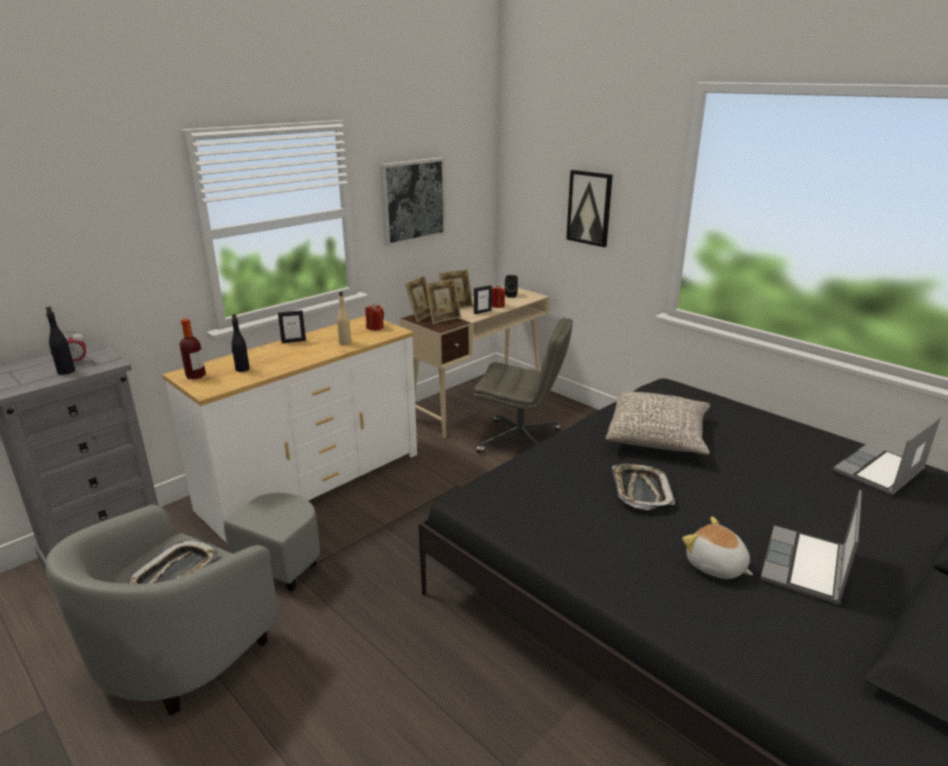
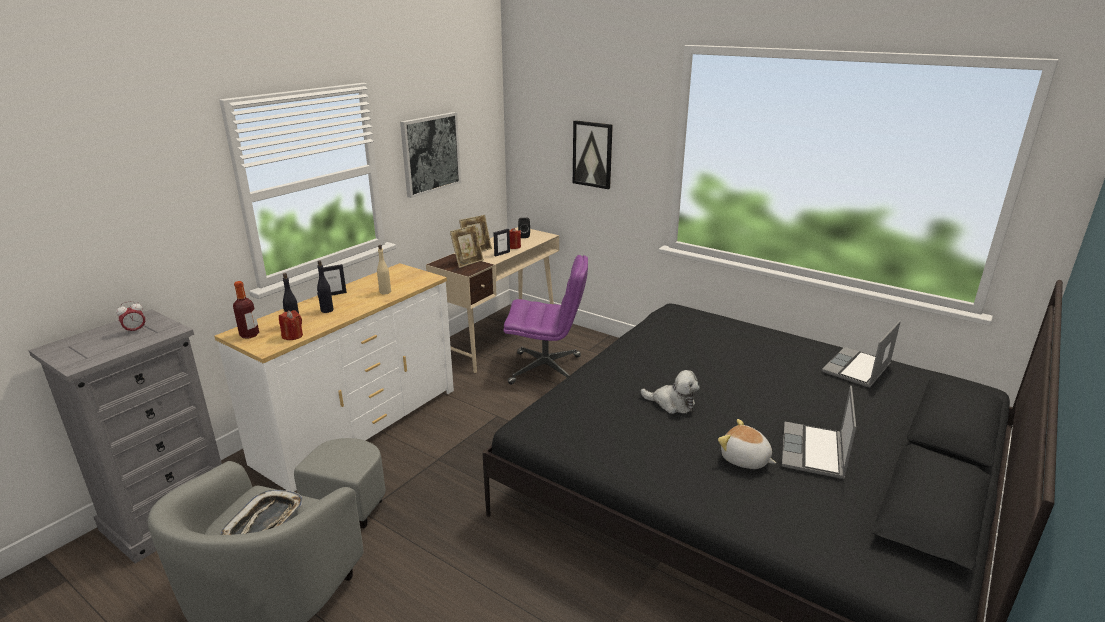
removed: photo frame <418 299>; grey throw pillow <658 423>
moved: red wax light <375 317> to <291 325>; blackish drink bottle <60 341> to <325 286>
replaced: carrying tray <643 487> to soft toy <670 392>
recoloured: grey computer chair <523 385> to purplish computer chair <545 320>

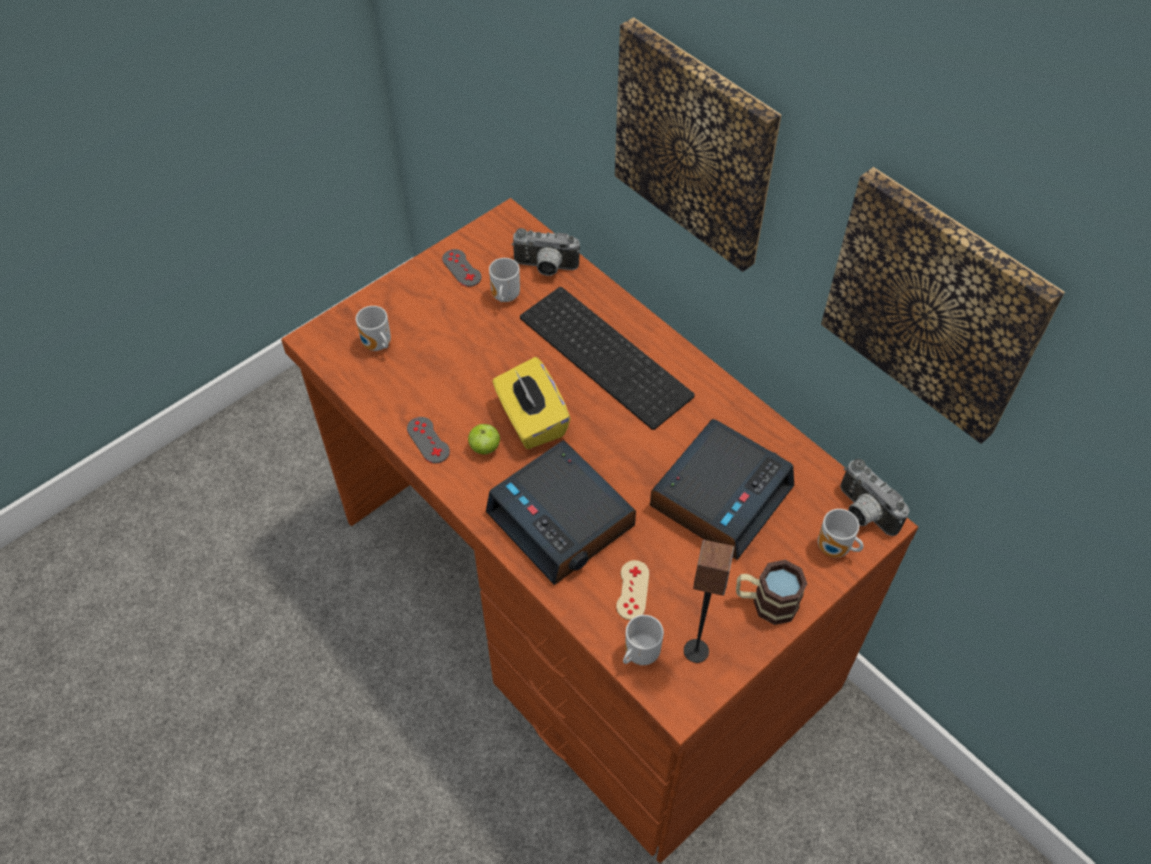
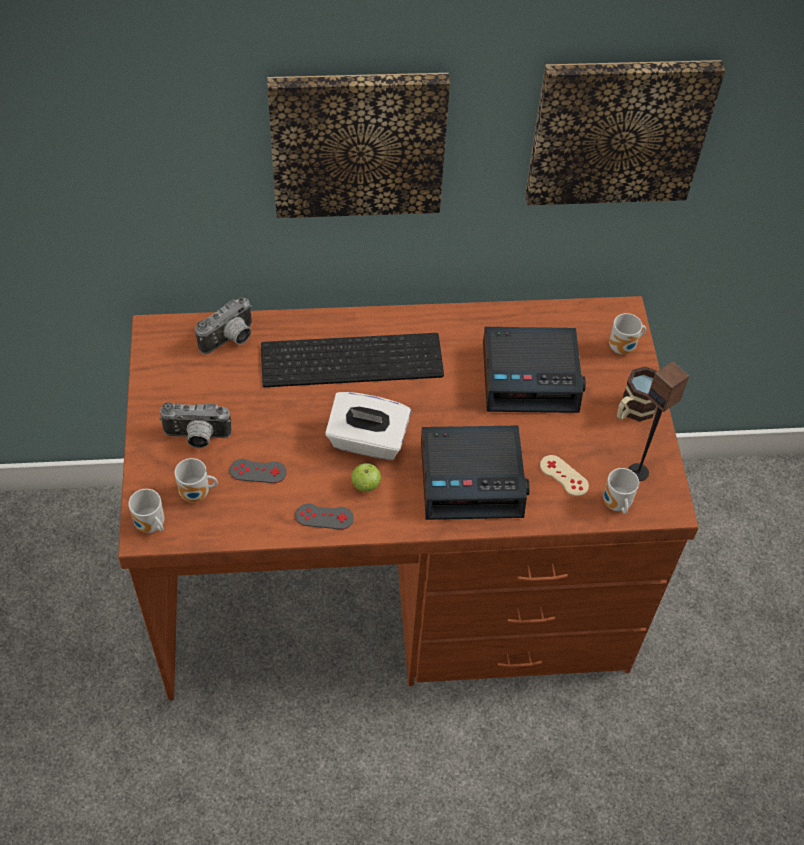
moved: tea mug <504 280> to <146 511>; still camera <875 497> to <195 425>; grey gamepad <462 268> to <258 471>
recoloured: yellow tissue box <531 403> to whitish tissue box <368 426>
turned: alarm clock <722 489> = <534 370> 105 degrees clockwise

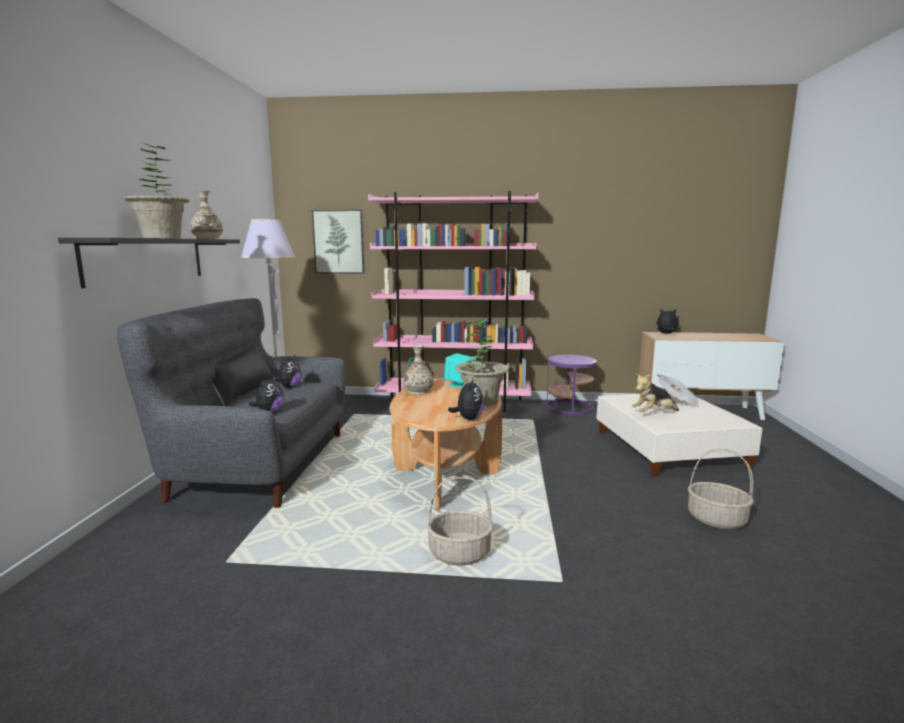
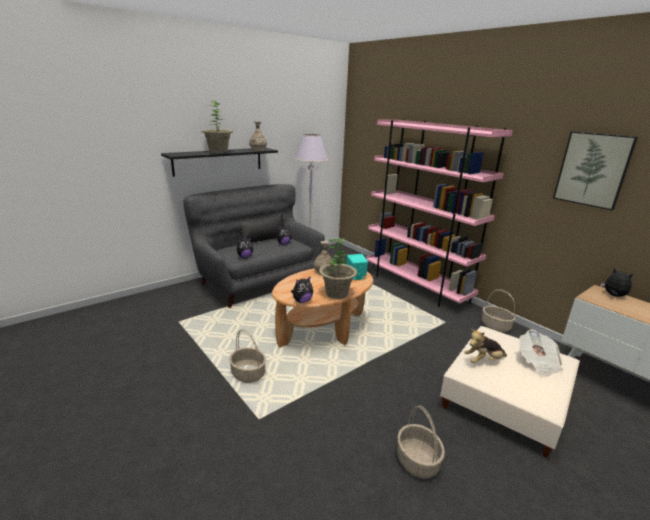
moved: wall picture <338 241> to <595 170>
replaced: purplish accent table <571 385> to household basket <498 310>
turned: soft toy <655 393> = <485 346> 45 degrees counterclockwise

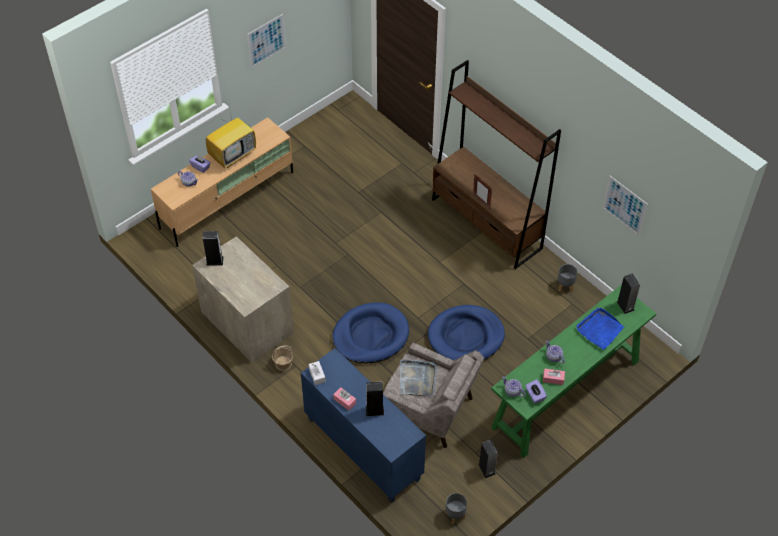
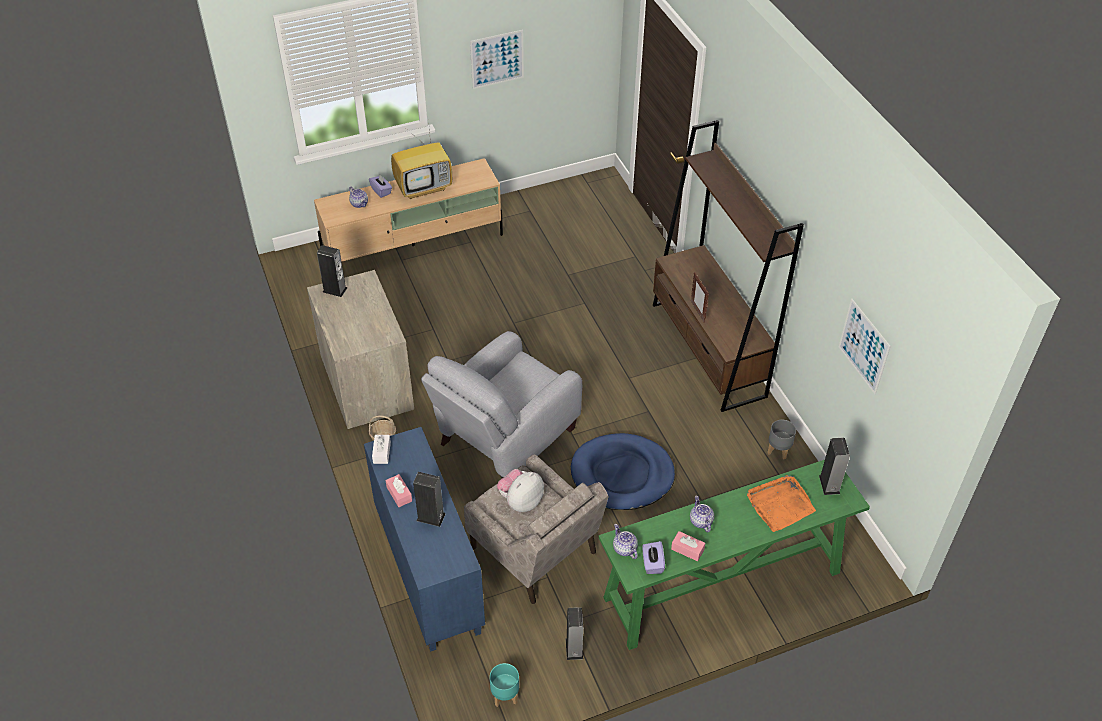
replaced: bluish dog bed <371 333> to grey easy chair <501 404>; grey carrying tray <418 377> to soft toy <520 490>
recoloured: grey planter <456 509> to turquoise-coloured planter <504 685>; bluish carrying tray <600 328> to orange-coloured carrying tray <781 503>

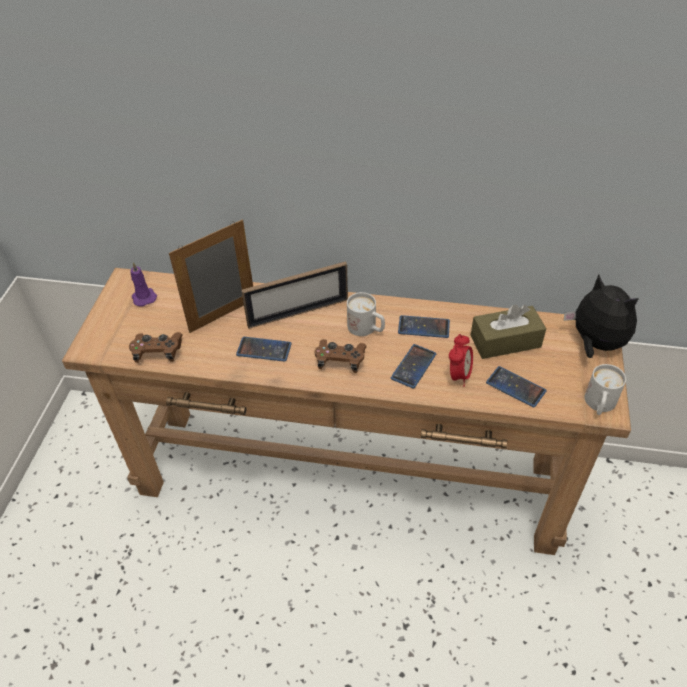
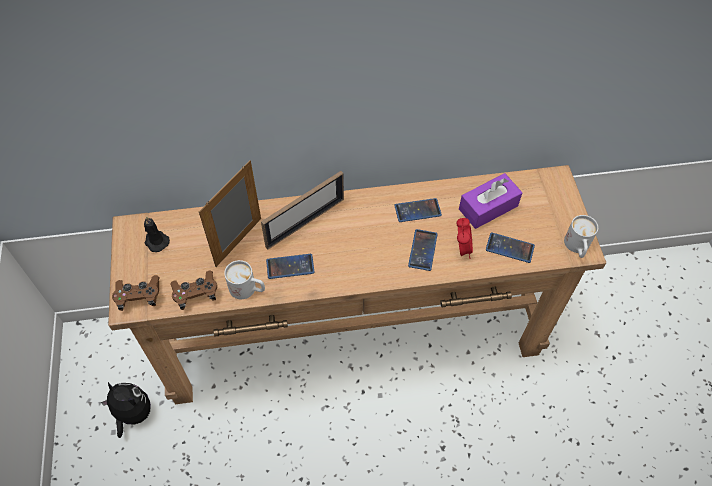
moved: soft toy <601 316> to <125 410>; brown-coloured gamepad <341 356> to <136 293>; whitish tea mug <366 314> to <244 279>
recoloured: purplish wax light <143 284> to blackish wax light <157 234>; brown-coloured tissue box <508 332> to purplish tissue box <491 201>

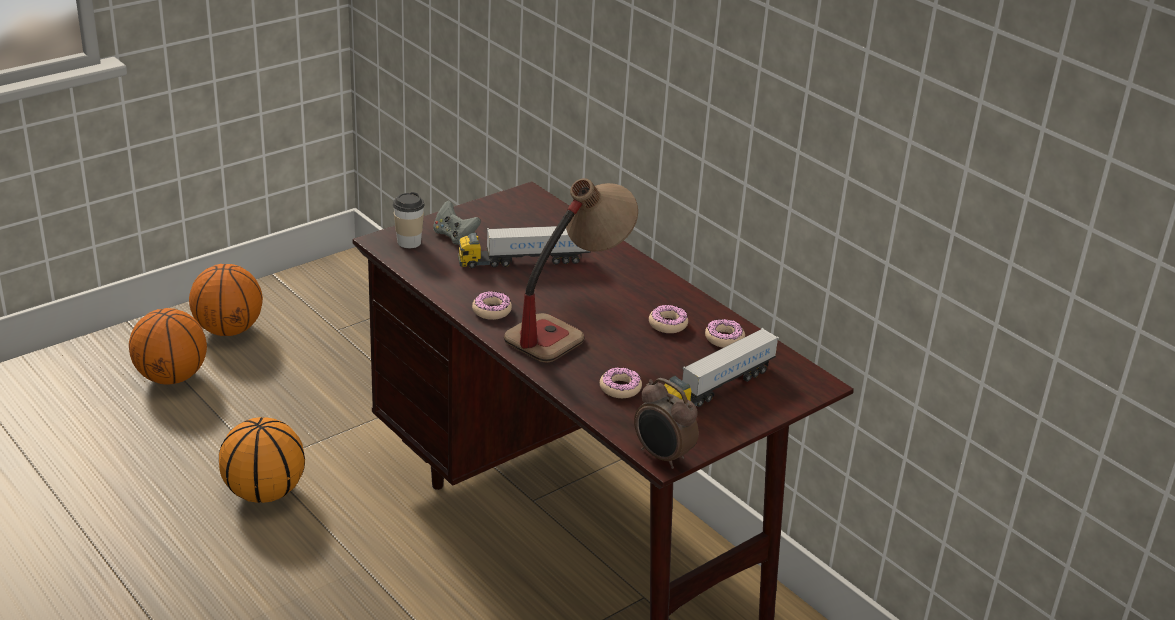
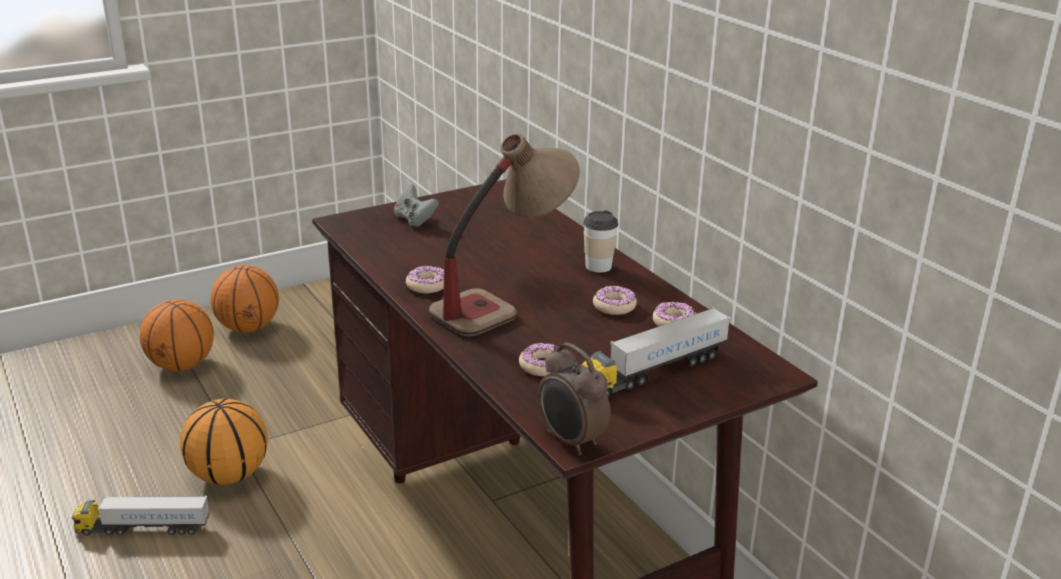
moved: toy truck <524 247> to <141 516>; cup <409 220> to <600 241>

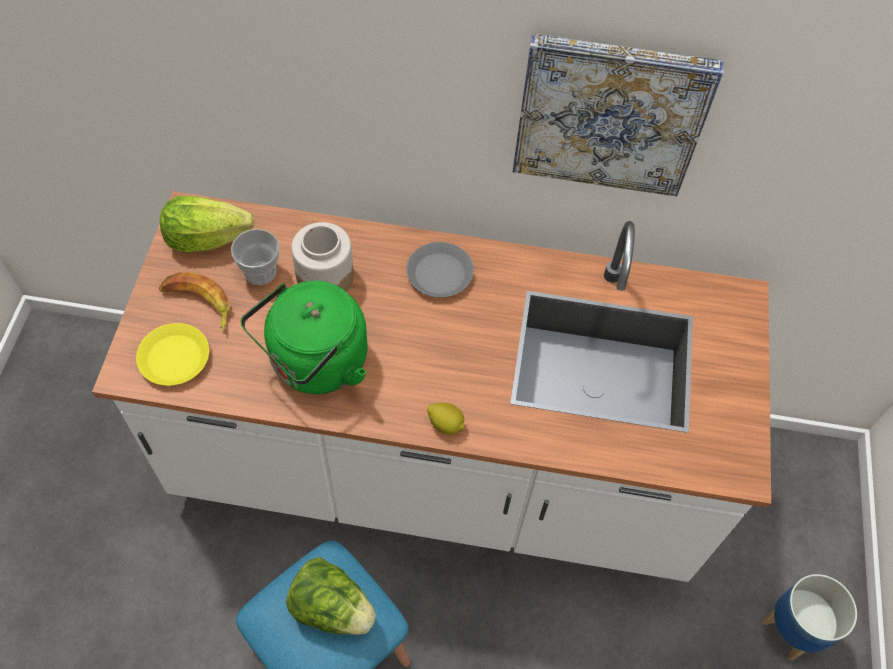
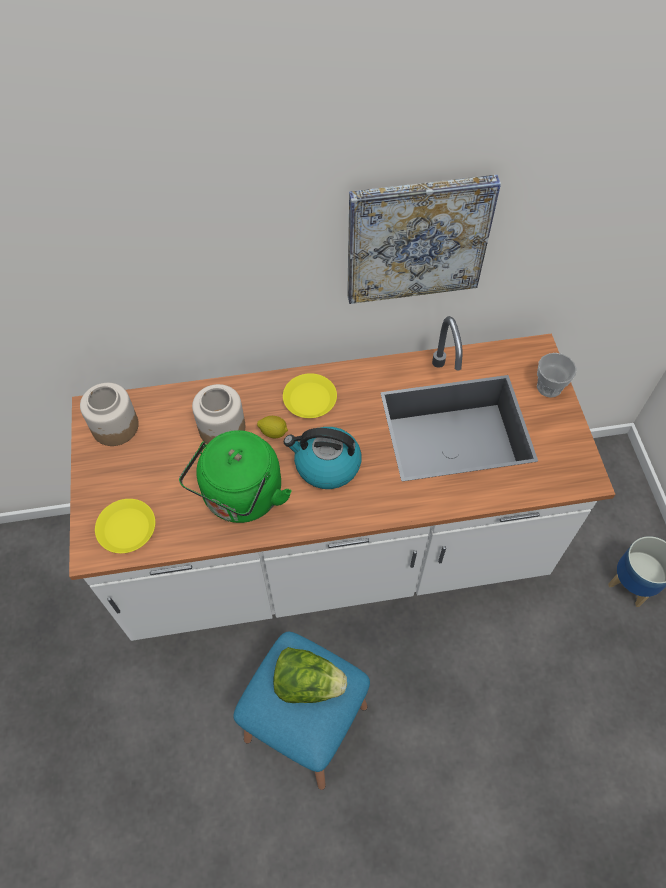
removed: whole banana <194 302>
added: water kettle <322 458>
moved: citrus fruit <445 418> to <272 427>; cup <255 257> to <557 375>
replaced: lettuce <207 224> to storage jar <109 414>
recoloured: grey flat dish <440 269> to yellow flat dish <310 395>

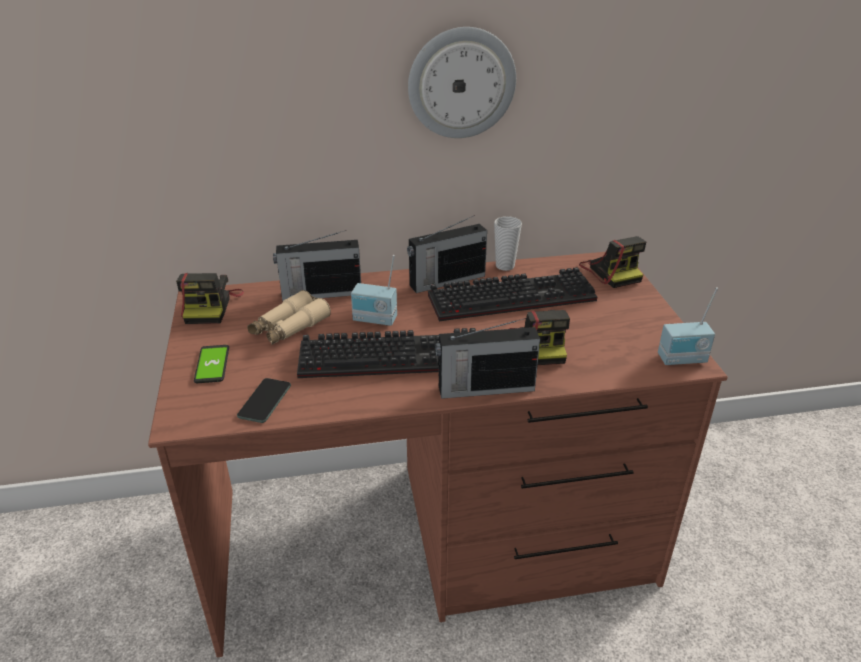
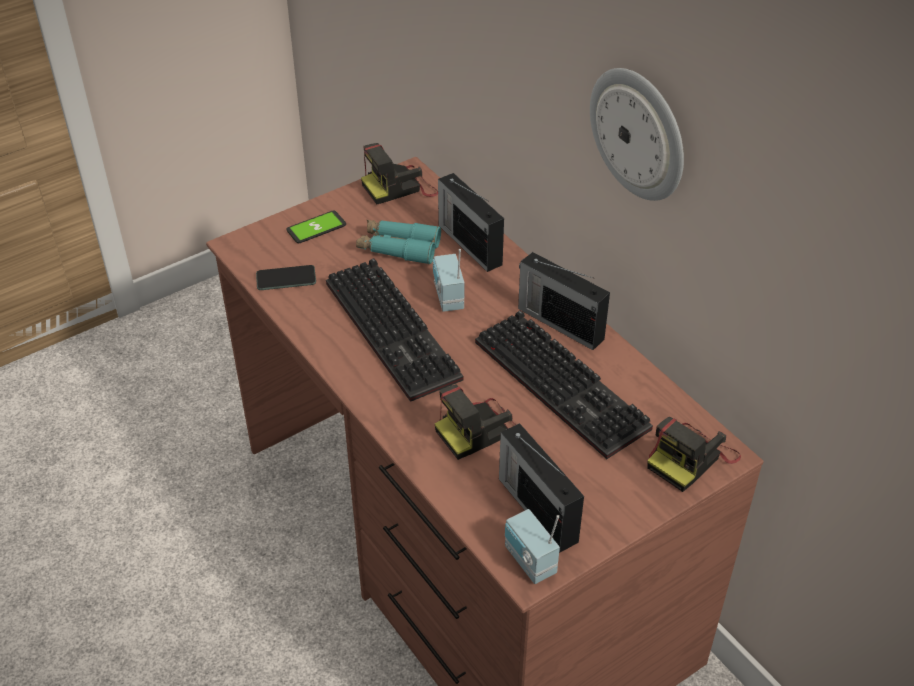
removed: cup <508 243>
moved: radio receiver <487 358> to <541 487>
recoloured: beige-coloured pair of binoculars <289 317> to turquoise-coloured pair of binoculars <398 242>

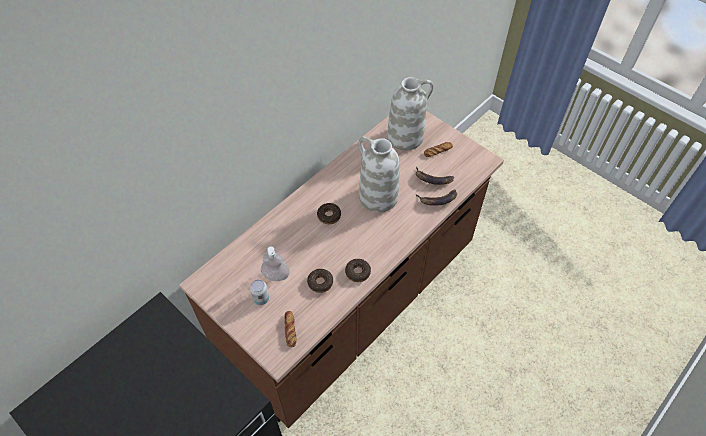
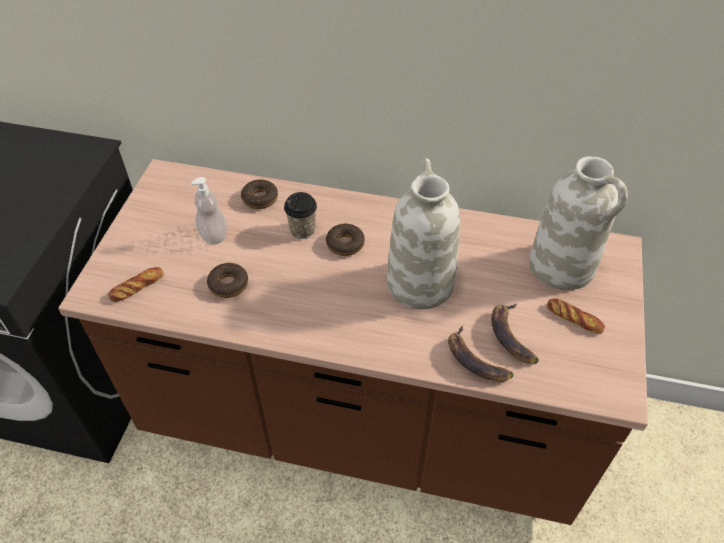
removed: sealed can <259 292>
added: cup <300 215>
moved: ring doughnut <358 270> to <259 194>

